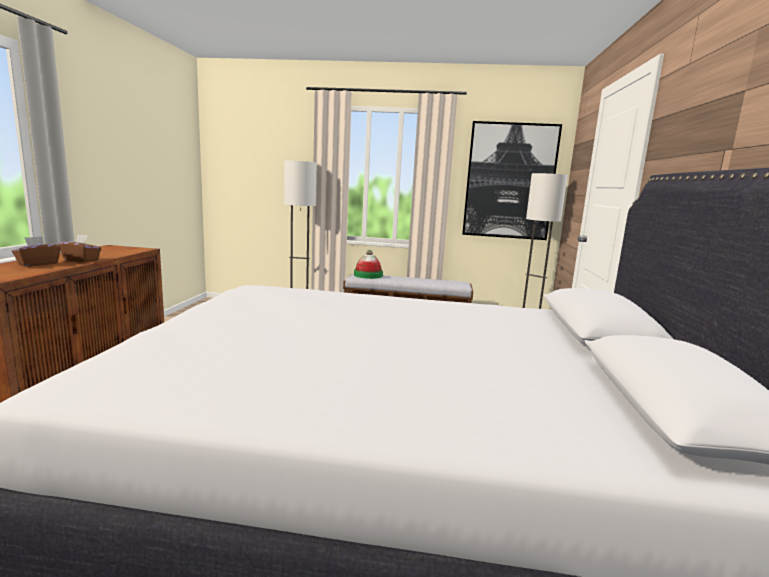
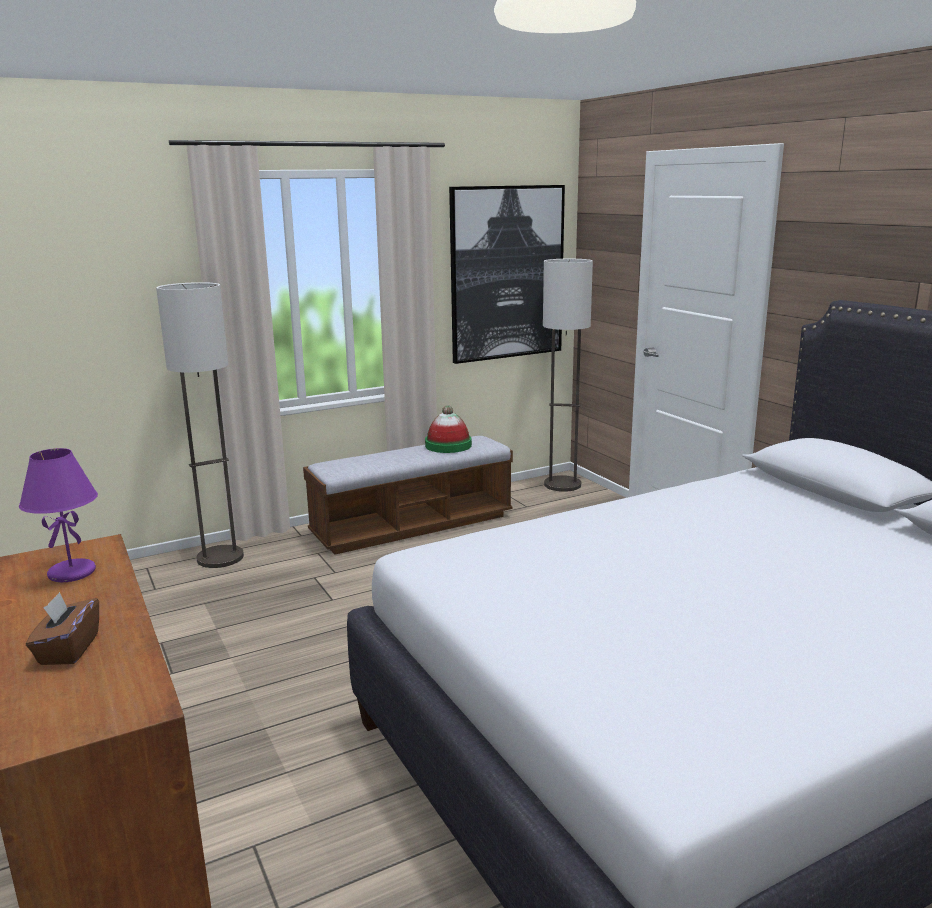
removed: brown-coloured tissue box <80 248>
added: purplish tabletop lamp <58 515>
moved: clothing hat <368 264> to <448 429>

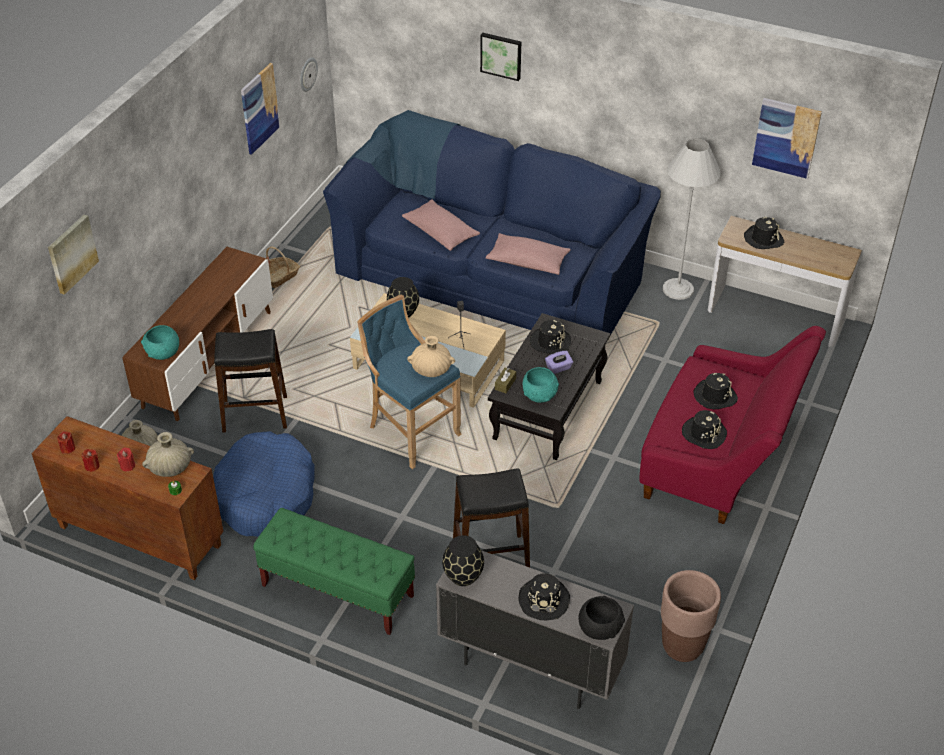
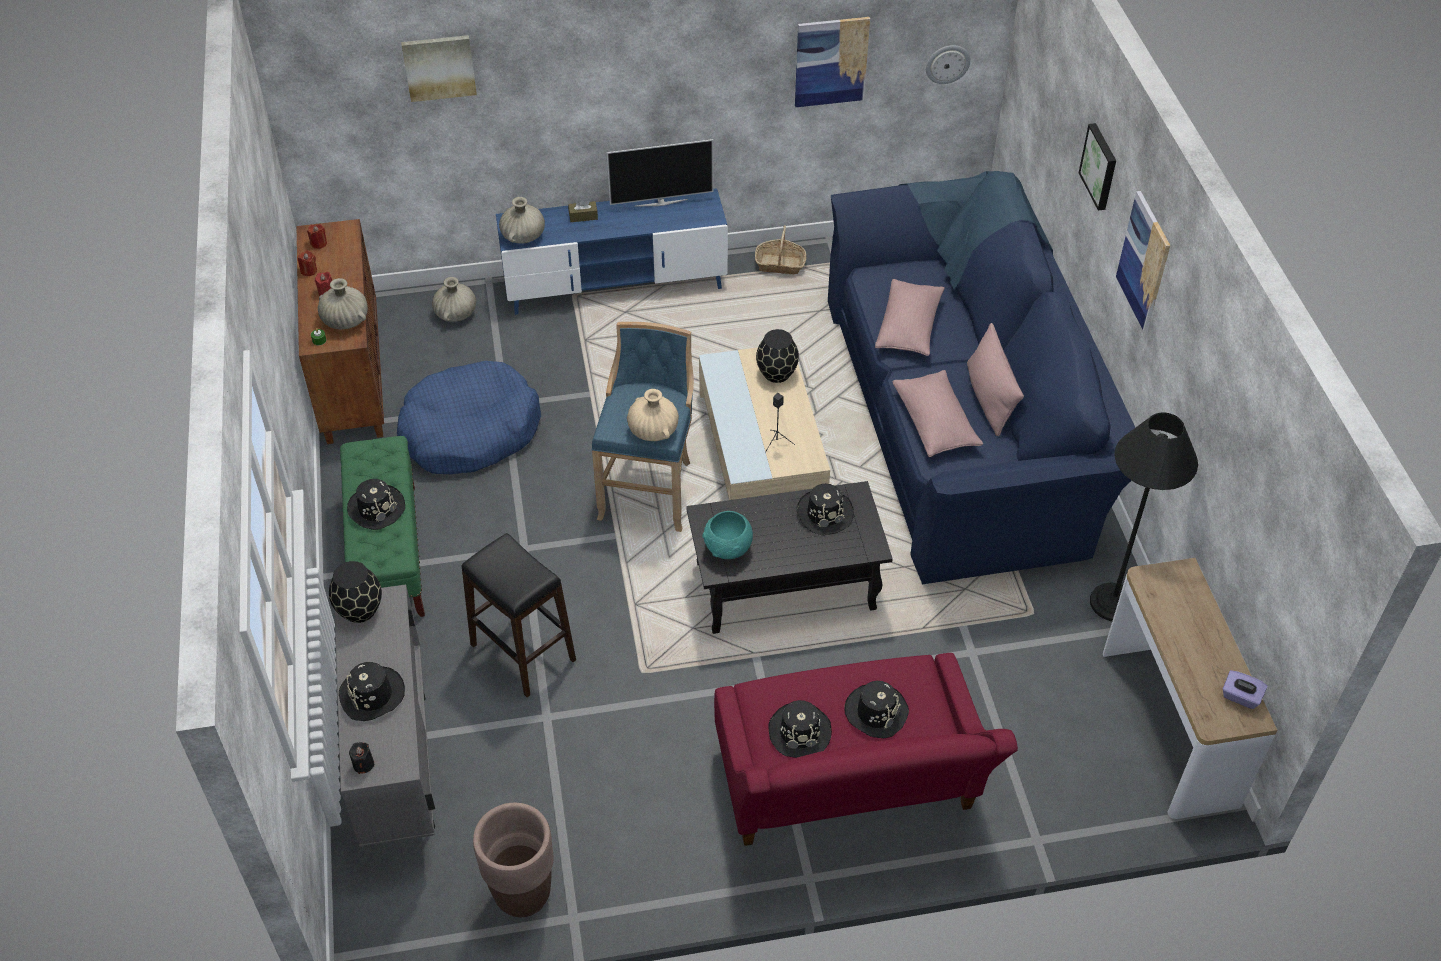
removed: blackish stool seat <250 381>
added: TV <660 173>; pink-coloured throw pillow <995 379>
moved: blackish clothing hat <764 233> to <376 504>; brown-coloured tissue box <505 380> to <583 210>; wall picture <787 138> to <1143 261>; purplish tissue box <559 362> to <1245 689>
replaced: blackish serving bowl <601 618> to blackish wax light <361 758>; turquoise-coloured serving bowl <160 342> to beige-coloured decorative vase <522 220>
recoloured: brown-coloured tv stand <197 334> to bluish tv stand <612 251>; whitish standing lamp <692 219> to blackish standing lamp <1144 516>

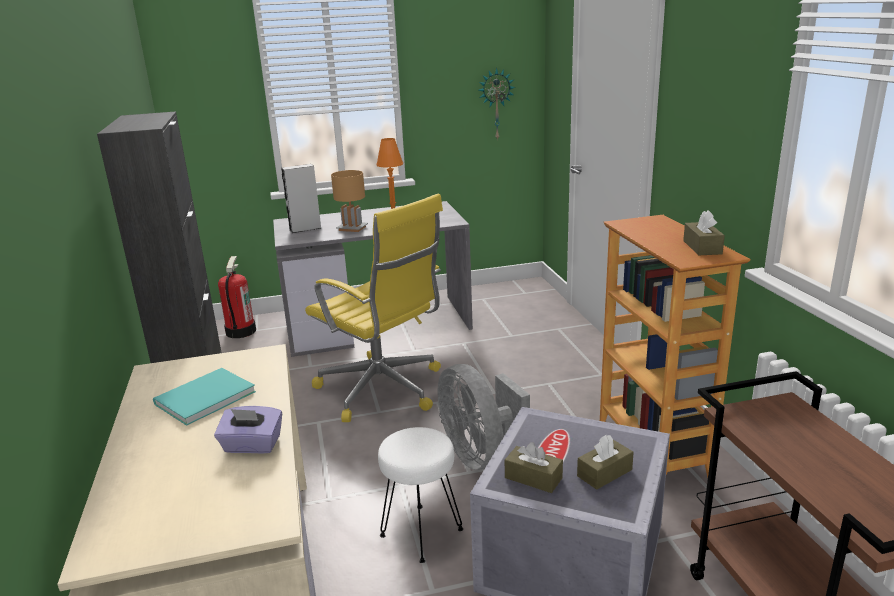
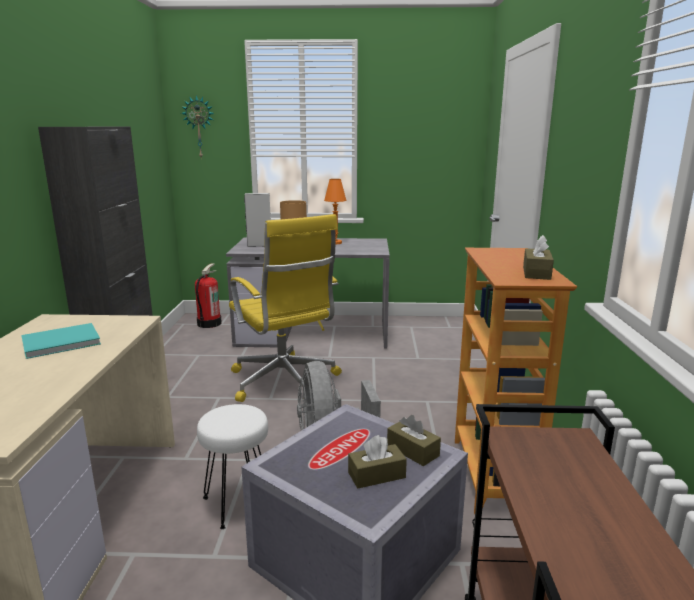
removed: purplish tissue box <248 430>
moved: hanging clock <497 104> to <197 126>; brown-coloured tissue box <534 467> to <414 440>

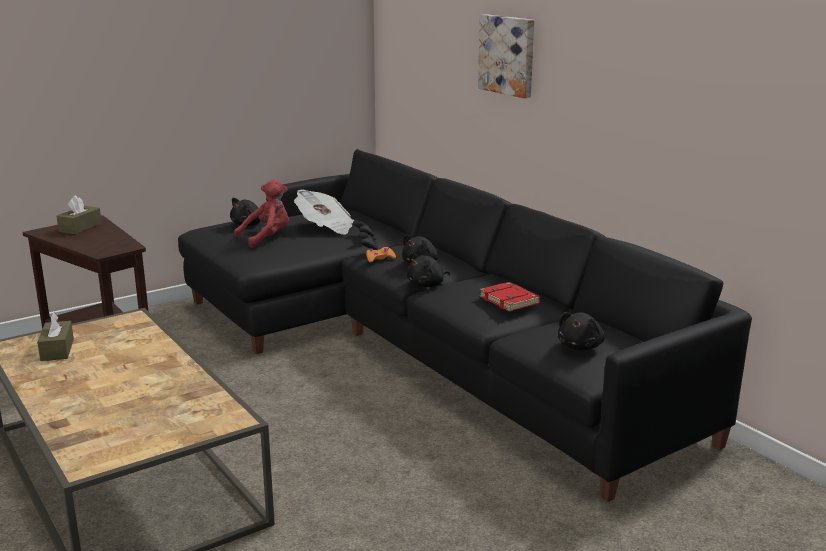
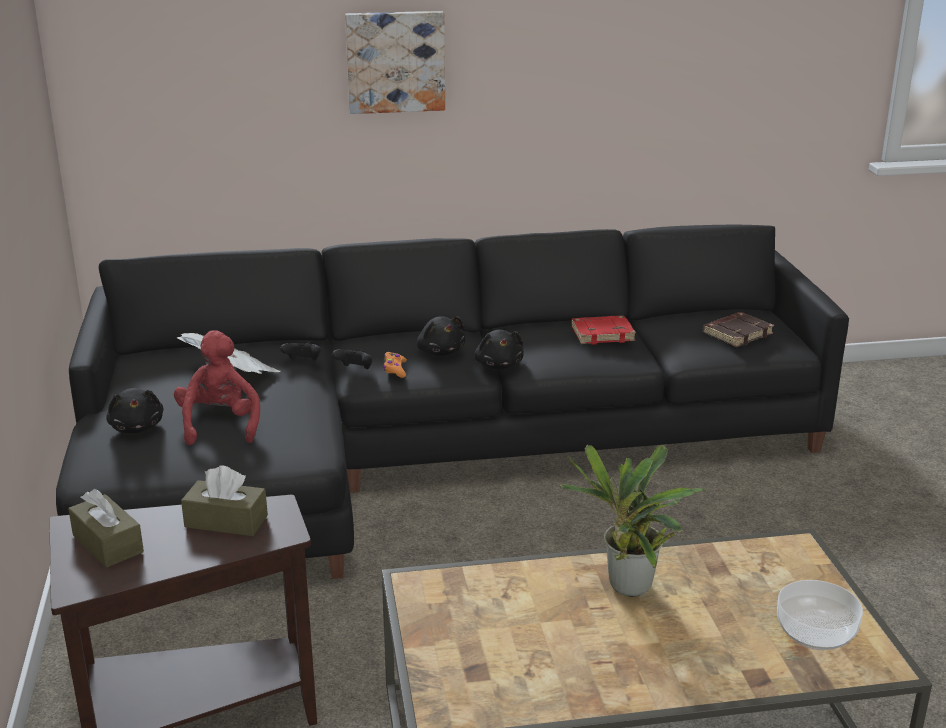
added: houseplant <633 521>; serving bowl <820 615>
moved: brown-coloured tissue box <55 336> to <224 500>
replaced: blackish soft toy <581 331> to brown-coloured book <738 329>

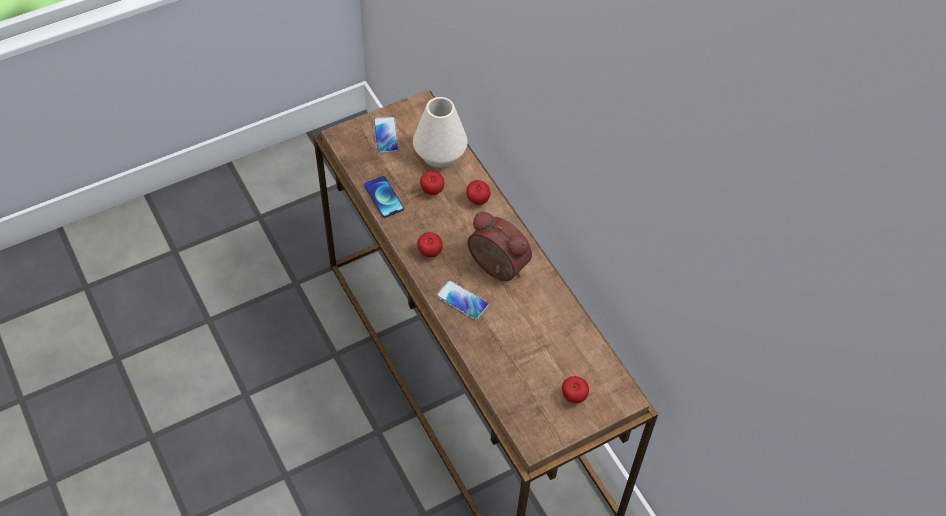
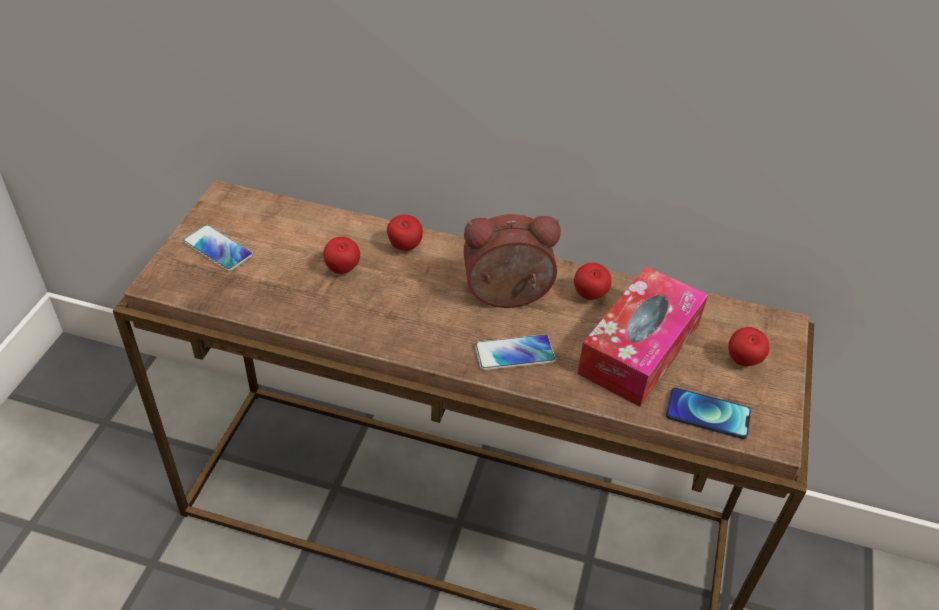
removed: whitish decorative vase <440 132>
added: tissue box <642 336>
moved: apple <430 244> to <592 281>; phone <384 197> to <708 413>

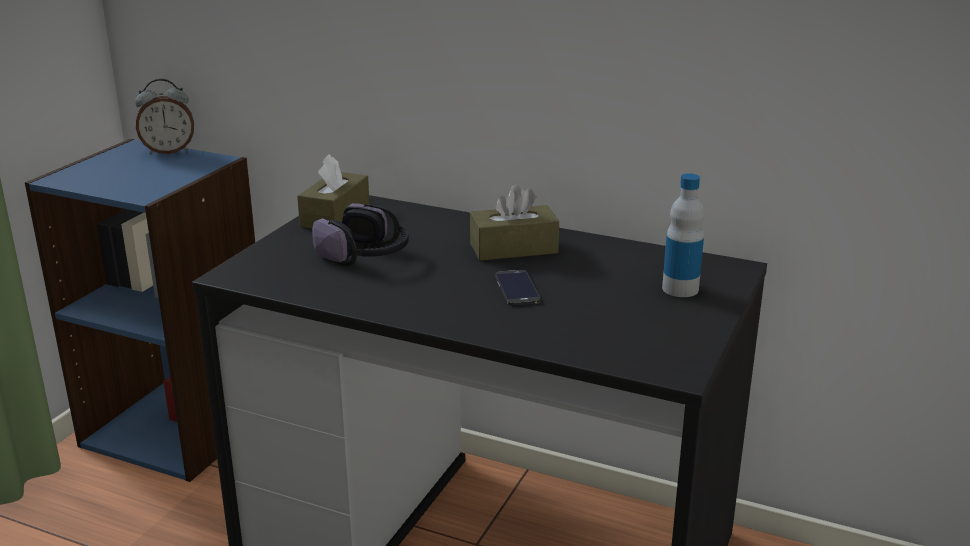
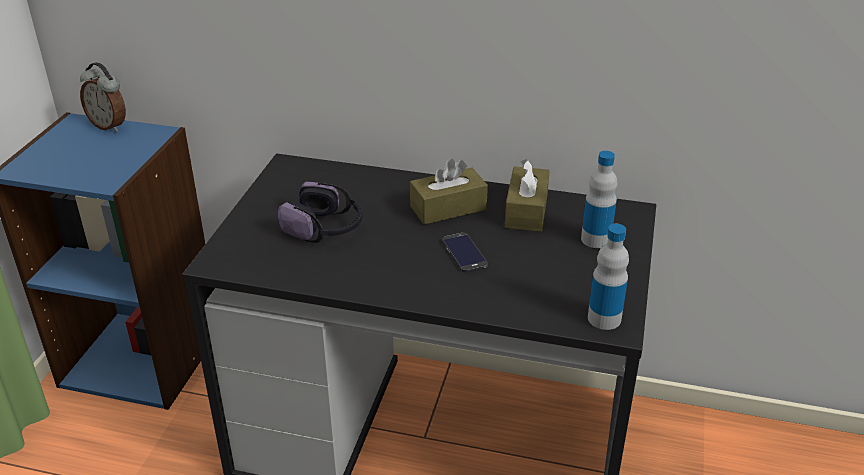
added: drink bottle <608 277>
moved: brown-coloured tissue box <333 191> to <527 195>
turned: alarm clock <164 116> = <103 97> 60 degrees clockwise

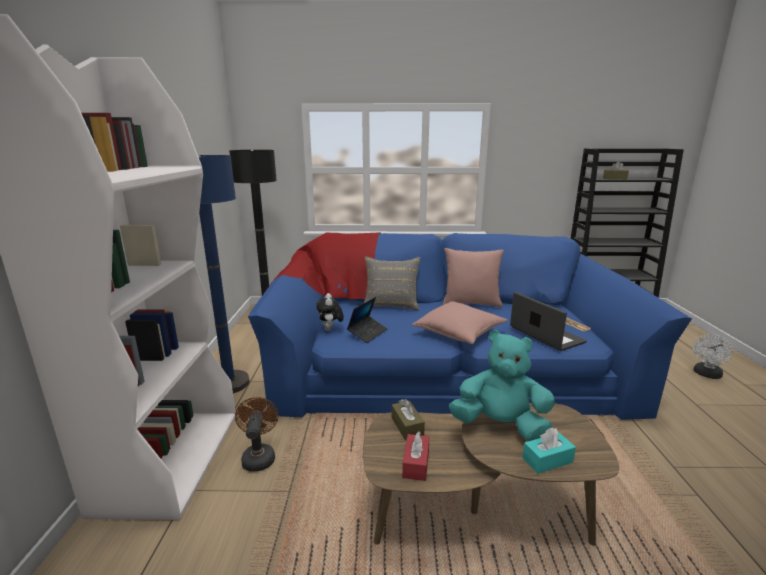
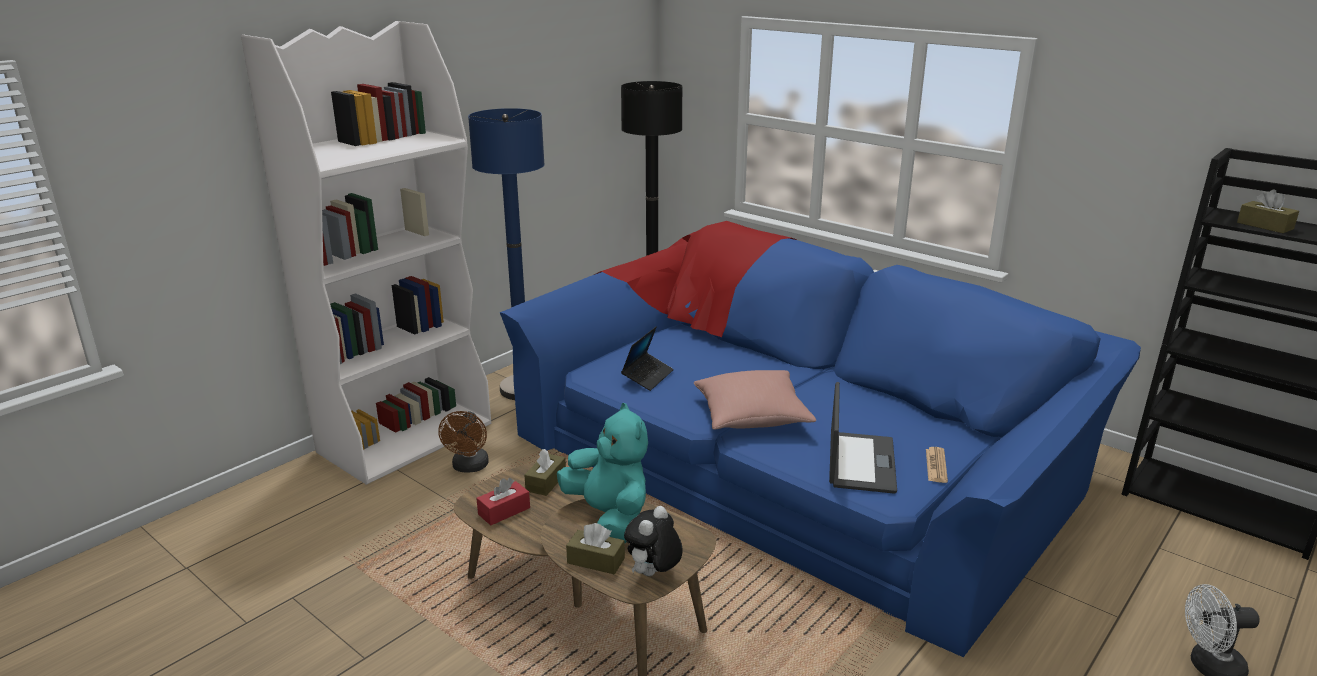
removed: grey throw pillow <392 283>; pink-coloured throw pillow <473 277>
moved: soft toy <330 312> to <653 541>
recoloured: turquoise-coloured tissue box <549 451> to brown-coloured tissue box <595 548>
turned: brown-coloured electric fan <257 434> = <463 442> 150 degrees clockwise; portable computer <367 320> = <647 359> 45 degrees counterclockwise

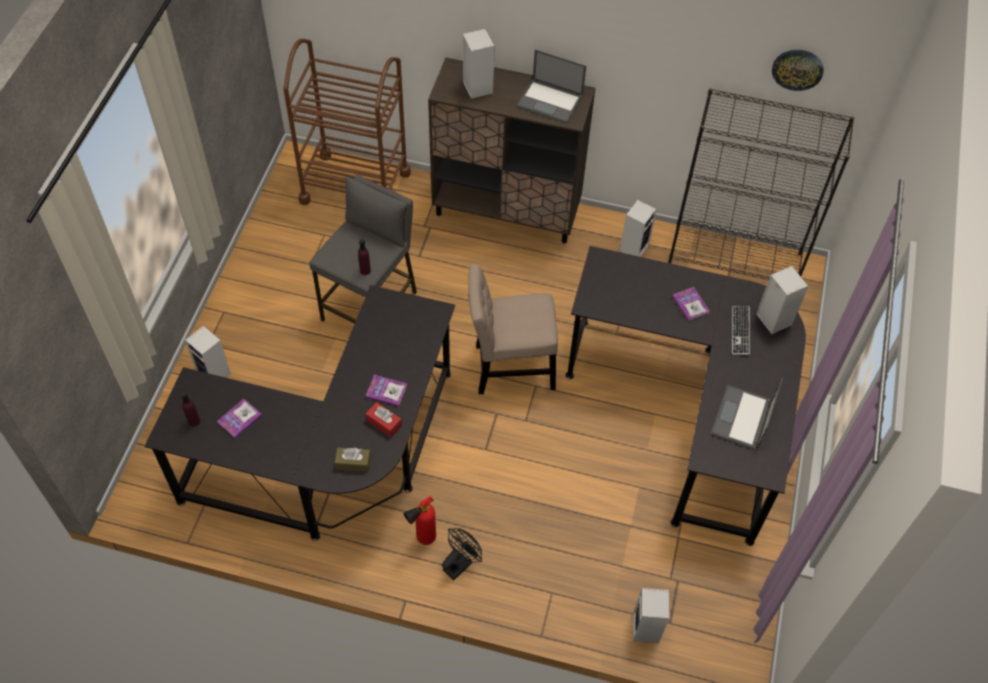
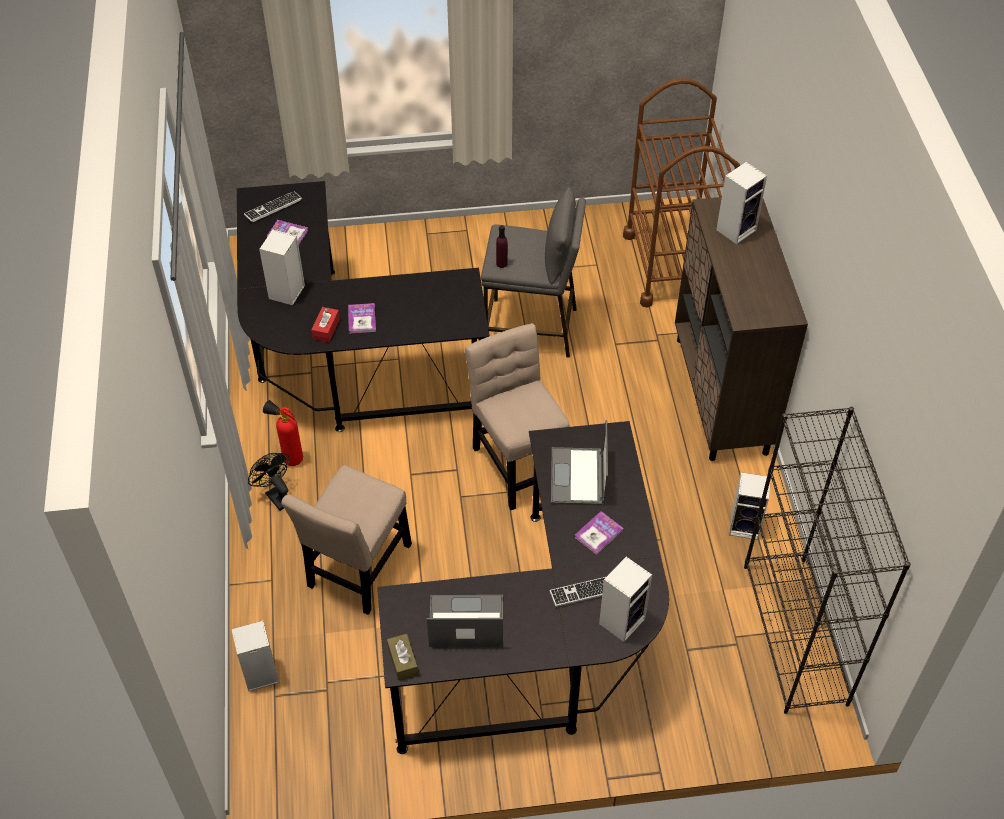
removed: hanging clock <798 70>
added: beige-coloured upright chair <346 540>
moved: loudspeaker <208 352> to <282 267>; brown-coloured tissue box <353 459> to <402 657>; portable computer <551 86> to <579 463>
replaced: purplish drink bottle <190 409> to PC keyboard <273 206>
turned: blackish electric fan <462 554> = <268 482> 150 degrees counterclockwise

